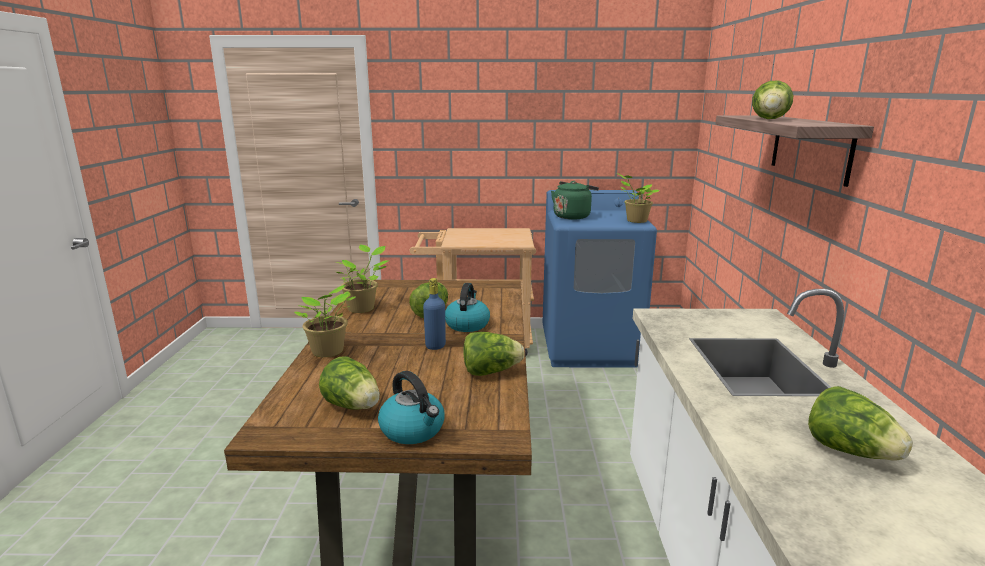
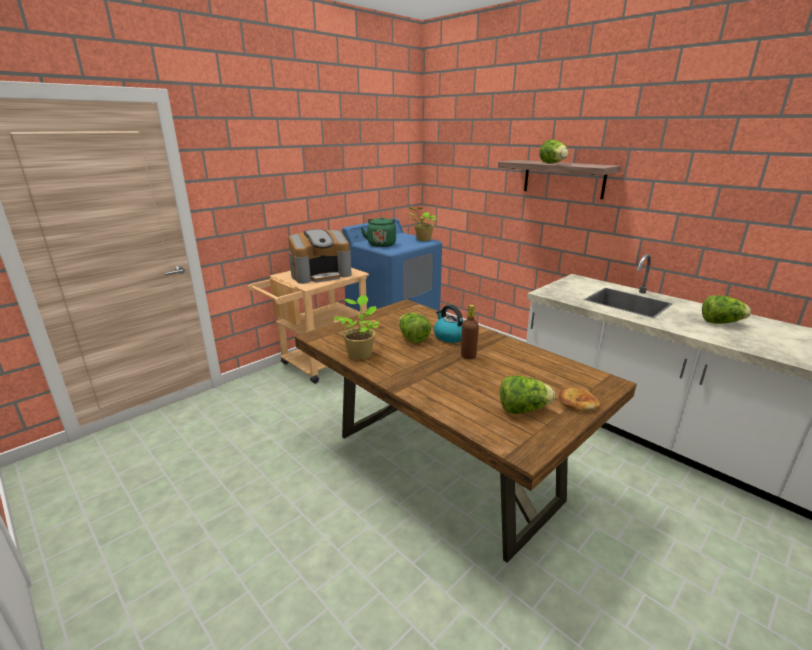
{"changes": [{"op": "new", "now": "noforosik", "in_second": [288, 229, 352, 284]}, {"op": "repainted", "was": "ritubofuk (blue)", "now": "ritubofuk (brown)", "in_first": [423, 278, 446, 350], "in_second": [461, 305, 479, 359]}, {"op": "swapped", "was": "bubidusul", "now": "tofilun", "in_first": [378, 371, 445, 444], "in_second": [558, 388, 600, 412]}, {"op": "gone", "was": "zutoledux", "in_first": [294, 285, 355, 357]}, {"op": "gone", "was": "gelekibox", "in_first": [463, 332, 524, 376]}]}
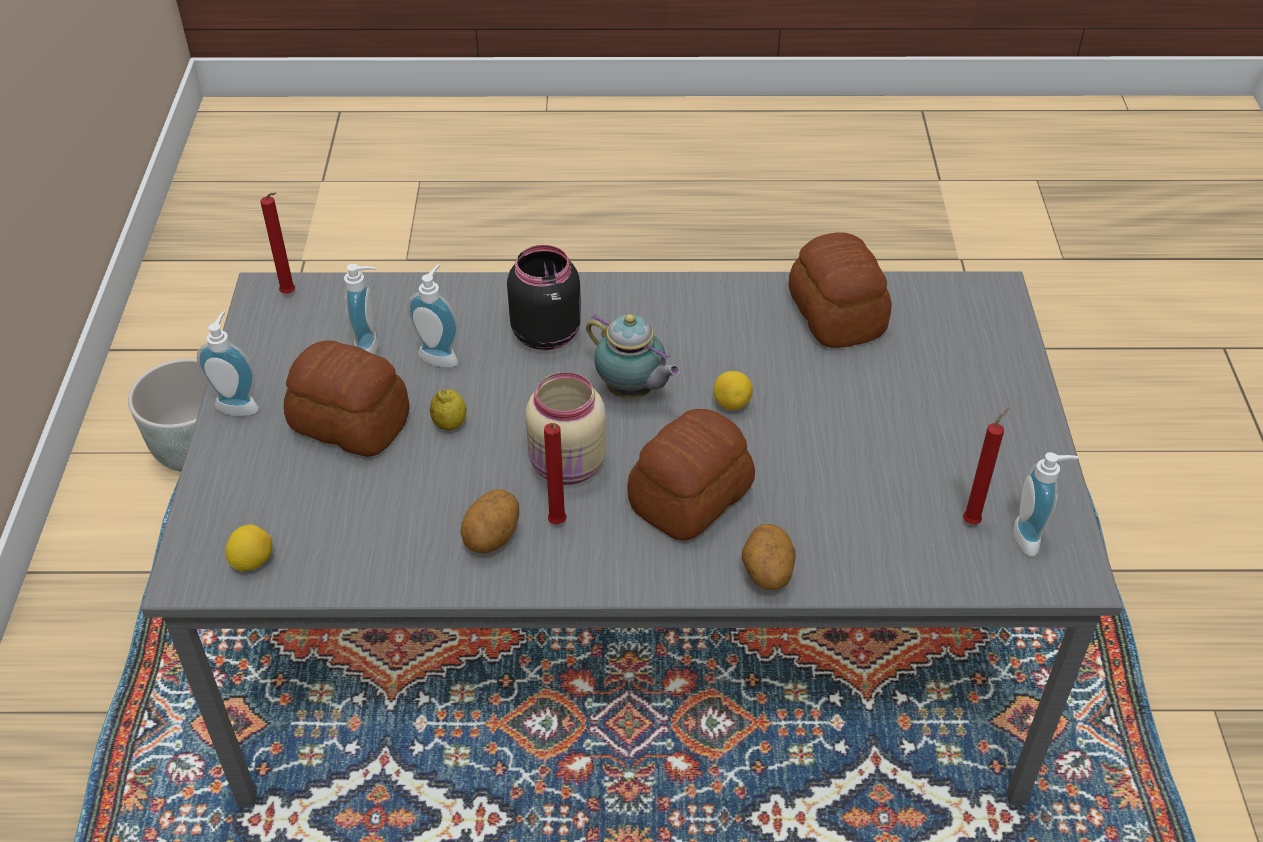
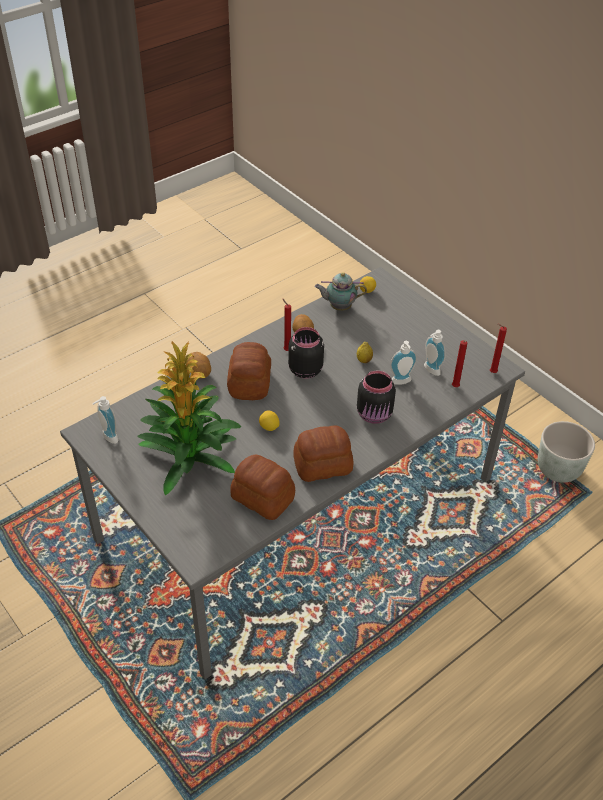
{"changes": [{"op": "new", "now": "zutoledux", "in_second": [137, 341, 241, 495]}, {"op": "repainted", "was": "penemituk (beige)", "now": "penemituk (black)", "in_first": [526, 372, 606, 485], "in_second": [288, 327, 324, 379]}, {"op": "shifted", "was": "tofilun", "in_first": [284, 340, 410, 457], "in_second": [293, 425, 354, 482]}, {"op": "shifted", "was": "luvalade", "in_first": [586, 314, 681, 399], "in_second": [315, 272, 367, 311]}, {"op": "shifted", "was": "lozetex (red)", "in_first": [963, 408, 1008, 524], "in_second": [452, 340, 467, 387]}, {"op": "gone", "was": "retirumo", "in_first": [197, 311, 259, 416]}]}
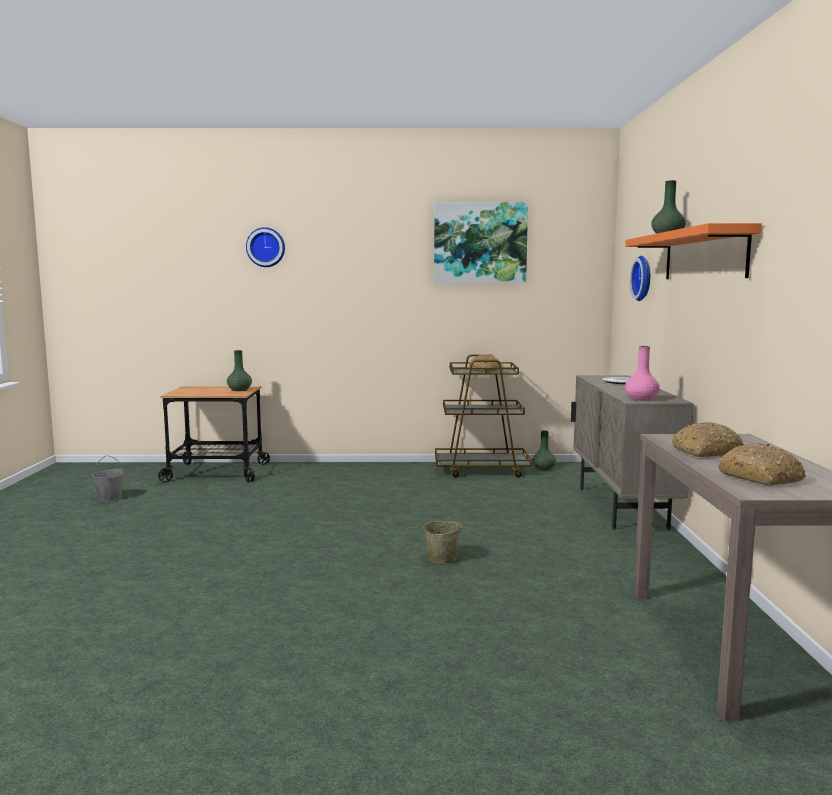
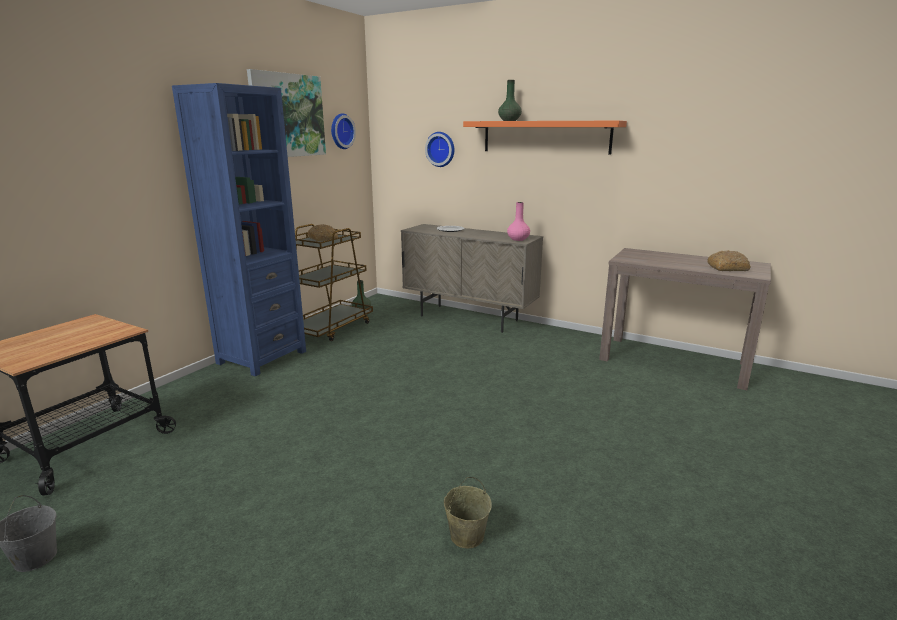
{"changes": [{"op": "new", "now": "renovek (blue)", "in_second": [172, 83, 306, 376]}, {"op": "shifted", "was": "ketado", "in_first": [246, 227, 285, 267], "in_second": [331, 113, 356, 149]}, {"op": "shifted", "was": "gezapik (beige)", "in_first": [423, 504, 462, 564], "in_second": [444, 477, 492, 548]}, {"op": "gone", "was": "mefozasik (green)", "in_first": [227, 350, 252, 391]}, {"op": "gone", "was": "tofilun", "in_first": [672, 422, 744, 457]}]}
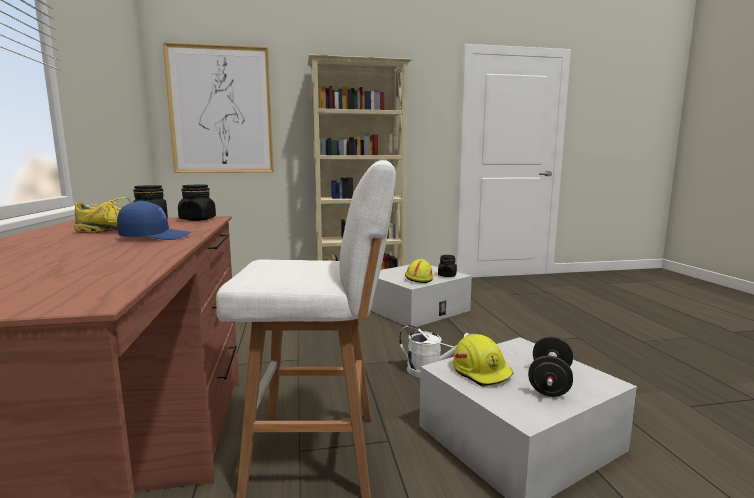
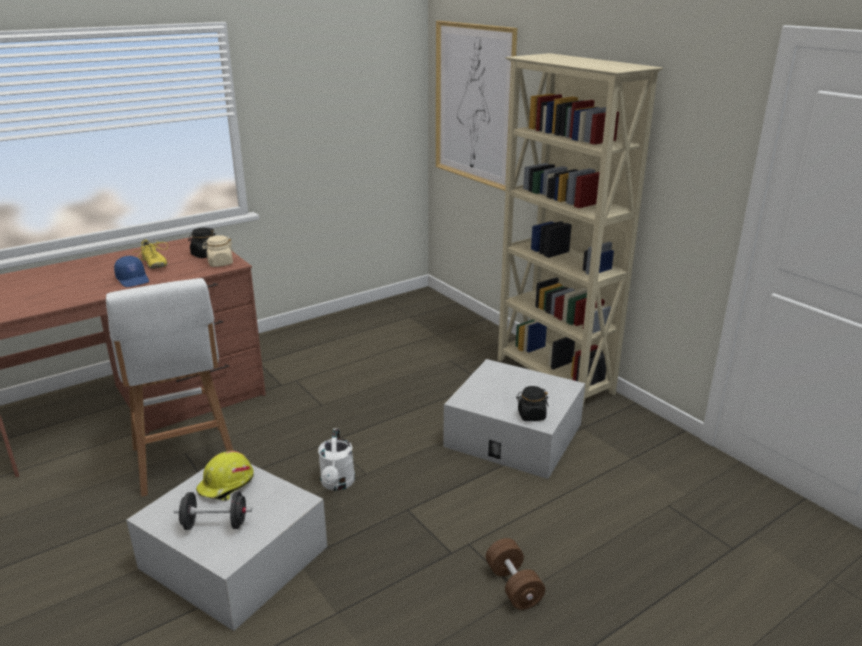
{"changes": [{"op": "repainted", "was": "penemituk (black)", "now": "penemituk (beige)", "in_first": [178, 185, 216, 221], "in_second": [202, 235, 234, 267]}, {"op": "new", "now": "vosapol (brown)", "in_second": [486, 538, 545, 610]}, {"op": "gone", "was": "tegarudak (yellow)", "in_first": [405, 259, 433, 283]}]}
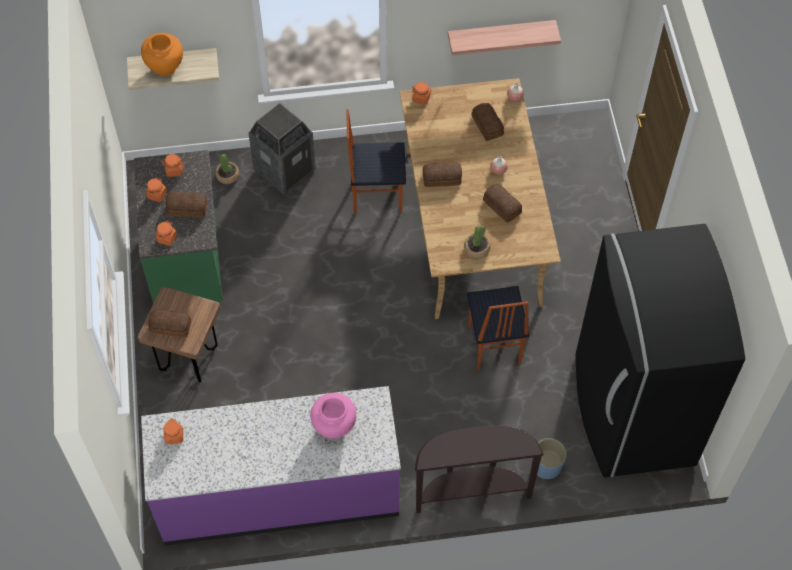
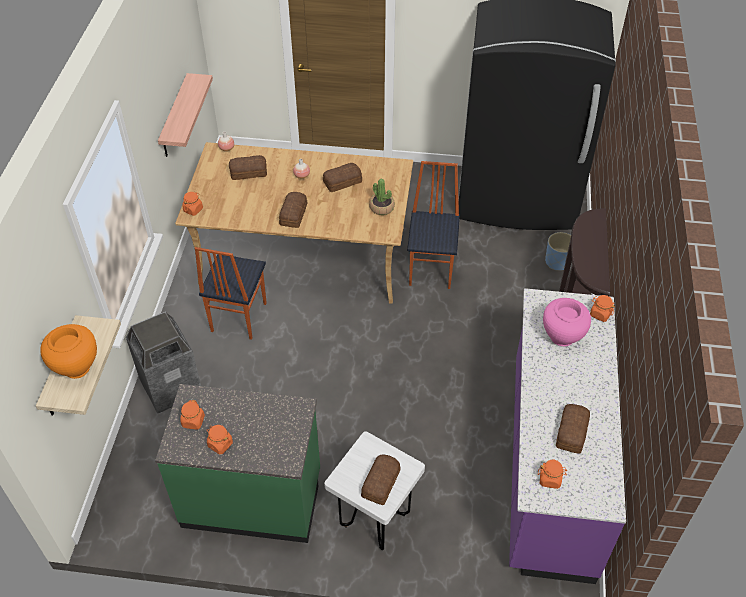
{"changes": [{"op": "repainted", "was": "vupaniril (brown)", "now": "vupaniril (white)", "in_first": [138, 286, 220, 383], "in_second": [324, 431, 425, 550]}, {"op": "rotated", "was": "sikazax", "in_first": [467, 286, 529, 370], "in_second": [407, 161, 460, 289], "clockwise": -90}, {"op": "shifted", "was": "tofilun", "in_first": [166, 192, 207, 217], "in_second": [556, 404, 590, 454]}, {"op": "shifted", "was": "penemituk (orange)", "in_first": [156, 222, 177, 246], "in_second": [590, 295, 615, 322]}, {"op": "gone", "was": "zutoledux", "in_first": [215, 154, 239, 184]}]}
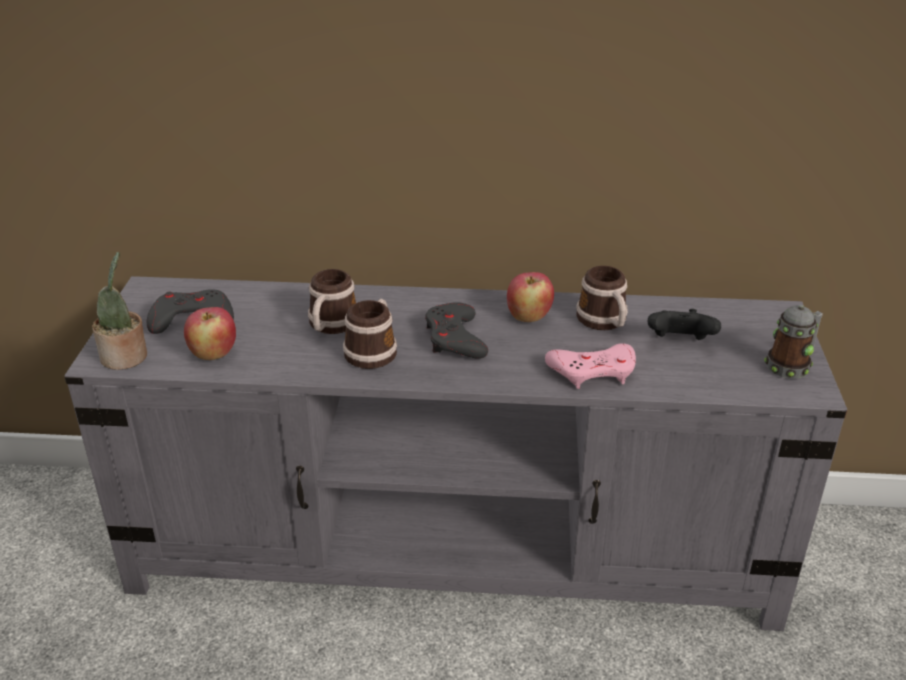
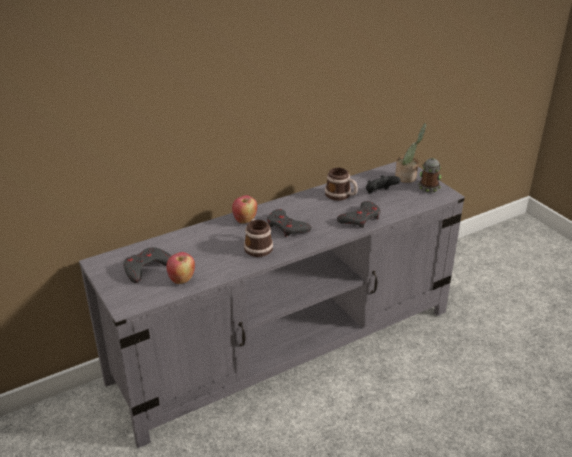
{"changes": [{"op": "shifted", "was": "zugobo", "in_first": [507, 272, 554, 322], "in_second": [232, 195, 257, 224]}, {"op": "repainted", "was": "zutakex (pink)", "now": "zutakex (grey)", "in_first": [545, 343, 636, 389], "in_second": [337, 201, 381, 228]}, {"op": "shifted", "was": "zutoledux", "in_first": [92, 252, 147, 370], "in_second": [395, 123, 426, 183]}, {"op": "gone", "was": "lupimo", "in_first": [308, 269, 356, 334]}]}
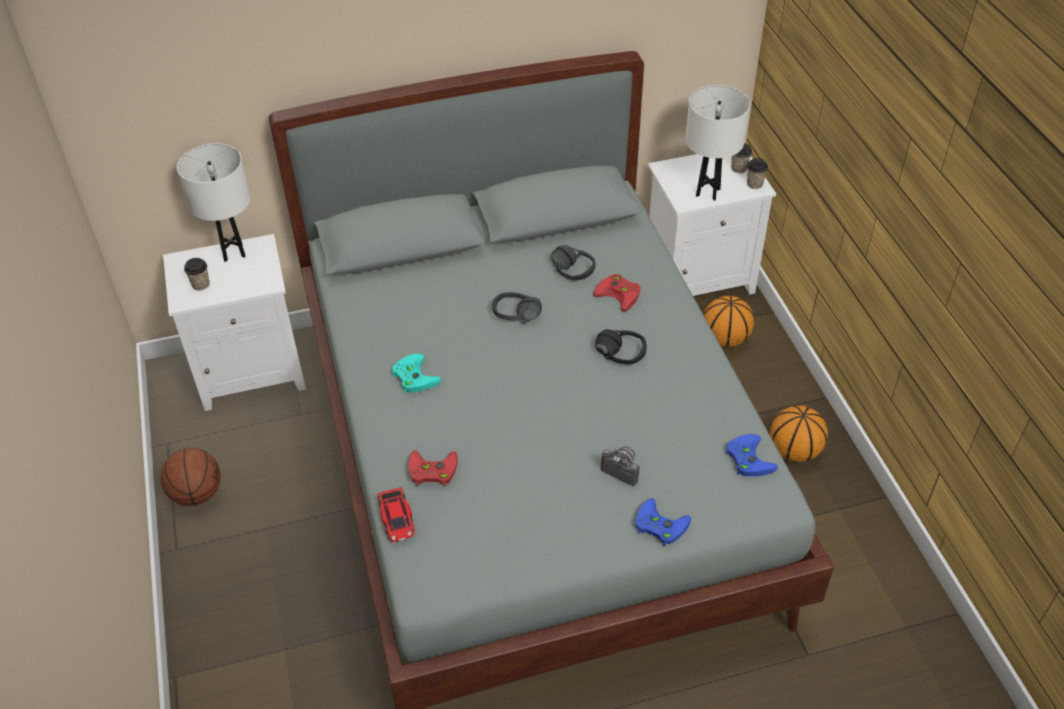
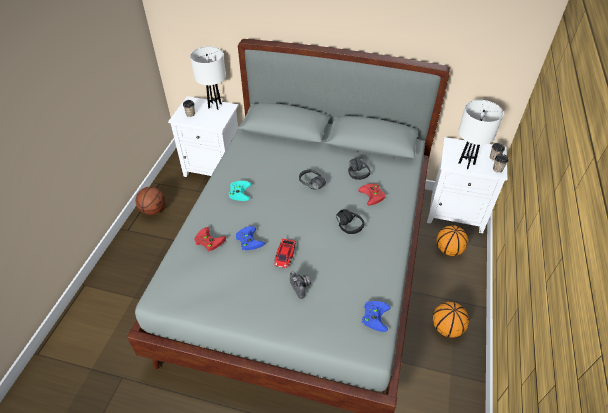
{"changes": [{"op": "shifted", "was": "zutakex (blue)", "in_first": [636, 498, 691, 546], "in_second": [236, 226, 265, 250]}, {"op": "shifted", "was": "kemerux", "in_first": [377, 487, 415, 542], "in_second": [274, 239, 296, 268]}]}
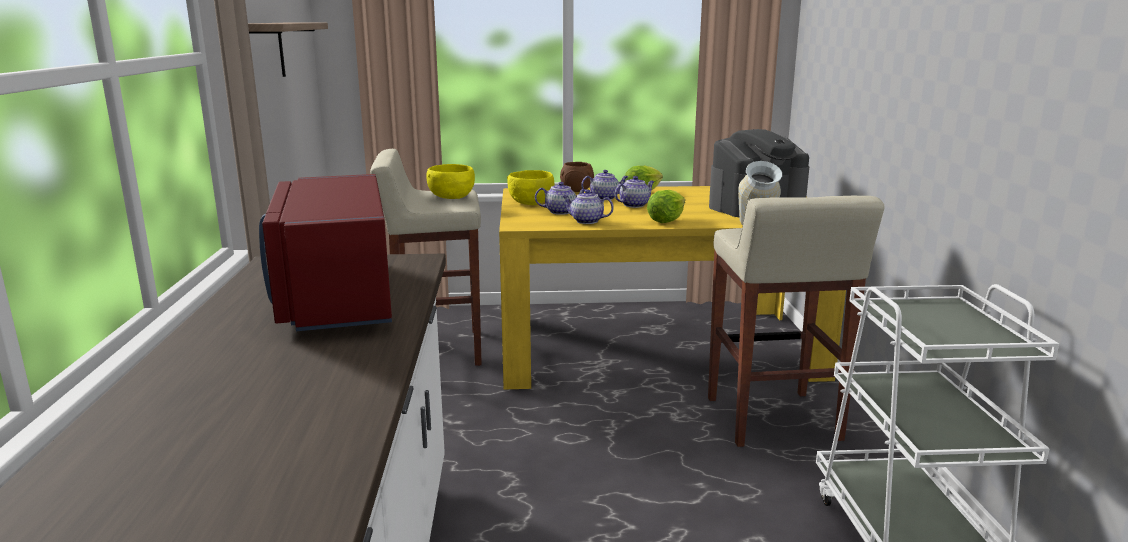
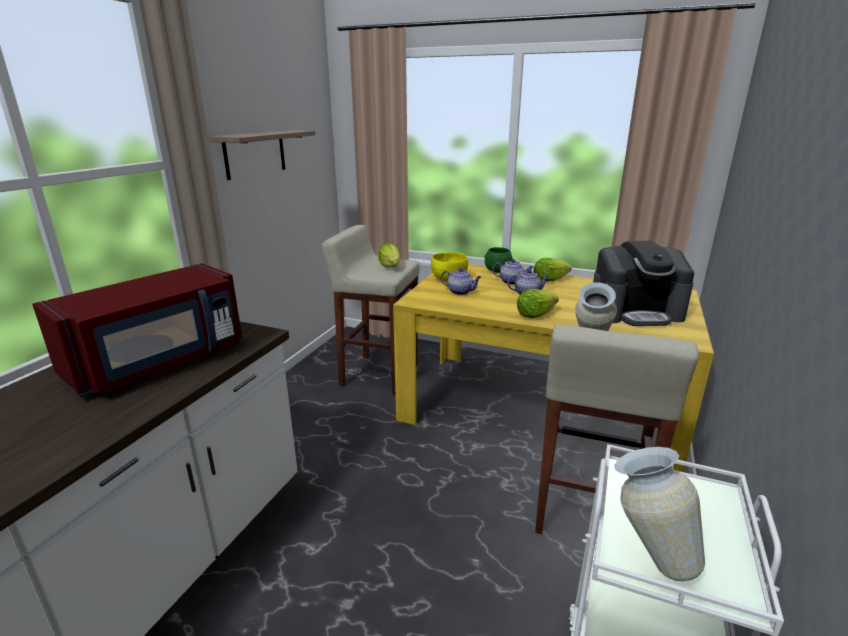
{"changes": [{"op": "rotated", "was": "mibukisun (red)", "in_first": [259, 174, 392, 331], "in_second": [32, 263, 242, 397], "clockwise": -150}, {"op": "swapped", "was": "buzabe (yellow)", "now": "gelekibox", "in_first": [426, 164, 475, 199], "in_second": [378, 243, 400, 268]}, {"op": "repainted", "was": "buzabe (brown)", "now": "buzabe (green)", "in_first": [560, 162, 594, 192], "in_second": [484, 247, 513, 273]}, {"op": "new", "now": "mefozasik", "in_second": [614, 447, 705, 581]}, {"op": "gone", "was": "luvalade", "in_first": [562, 189, 614, 224]}]}
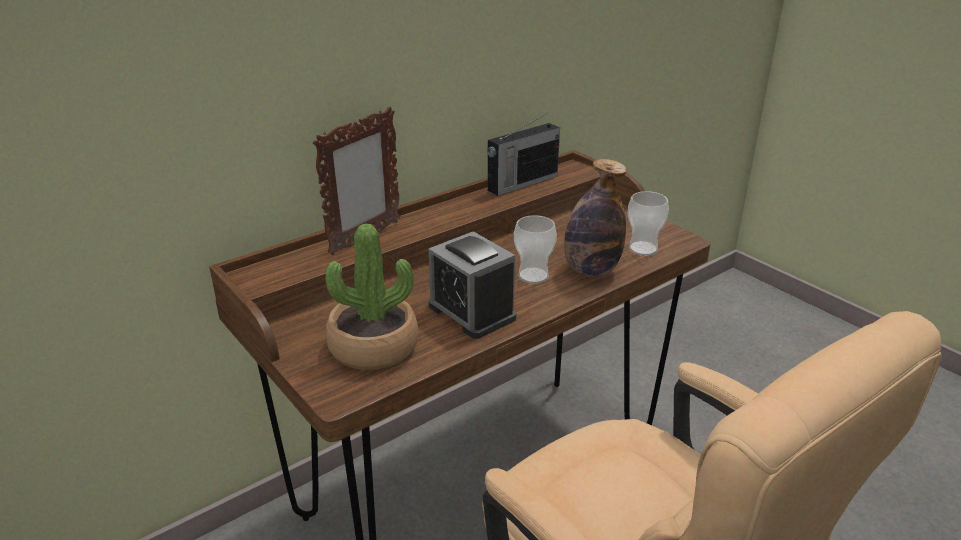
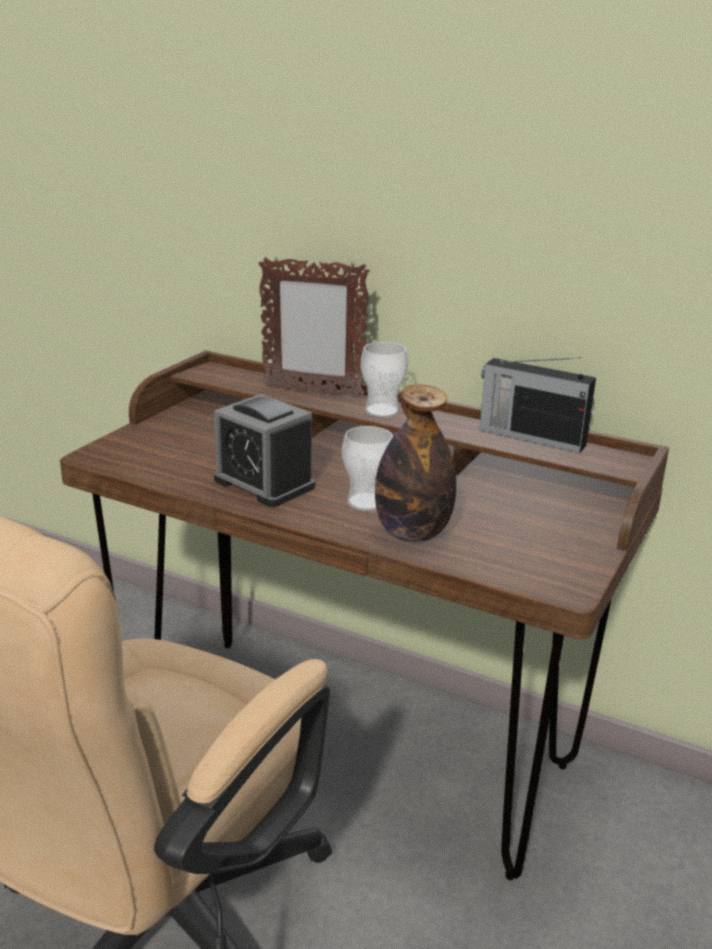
{"changes": [{"op": "rotated", "was": "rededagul", "in_first": [429, 231, 516, 339], "in_second": [214, 394, 315, 507], "clockwise": -75}, {"op": "shifted", "was": "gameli", "in_first": [627, 191, 669, 256], "in_second": [361, 342, 408, 417]}, {"op": "gone", "was": "zutoledux", "in_first": [326, 223, 418, 370]}]}
